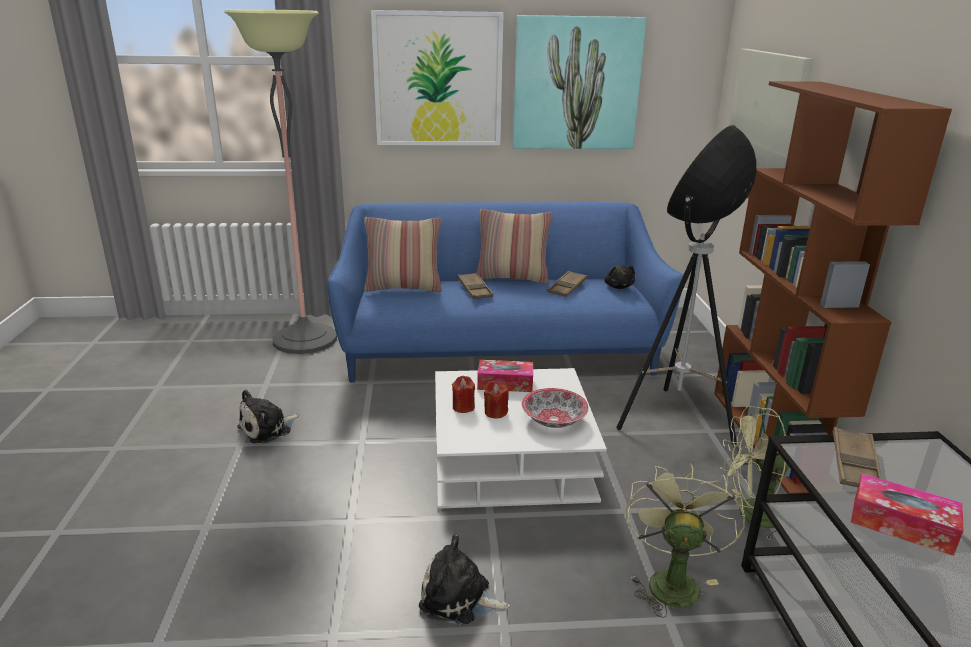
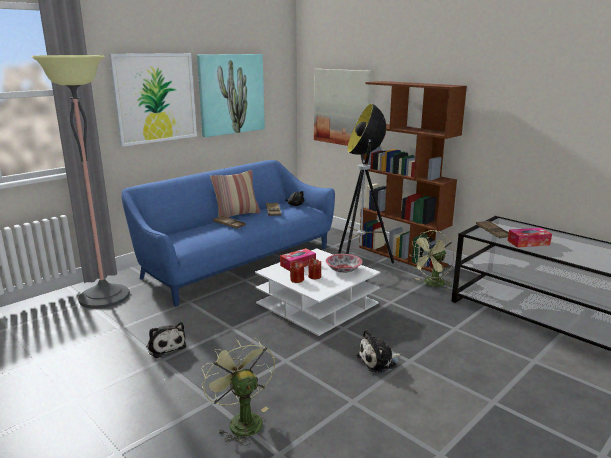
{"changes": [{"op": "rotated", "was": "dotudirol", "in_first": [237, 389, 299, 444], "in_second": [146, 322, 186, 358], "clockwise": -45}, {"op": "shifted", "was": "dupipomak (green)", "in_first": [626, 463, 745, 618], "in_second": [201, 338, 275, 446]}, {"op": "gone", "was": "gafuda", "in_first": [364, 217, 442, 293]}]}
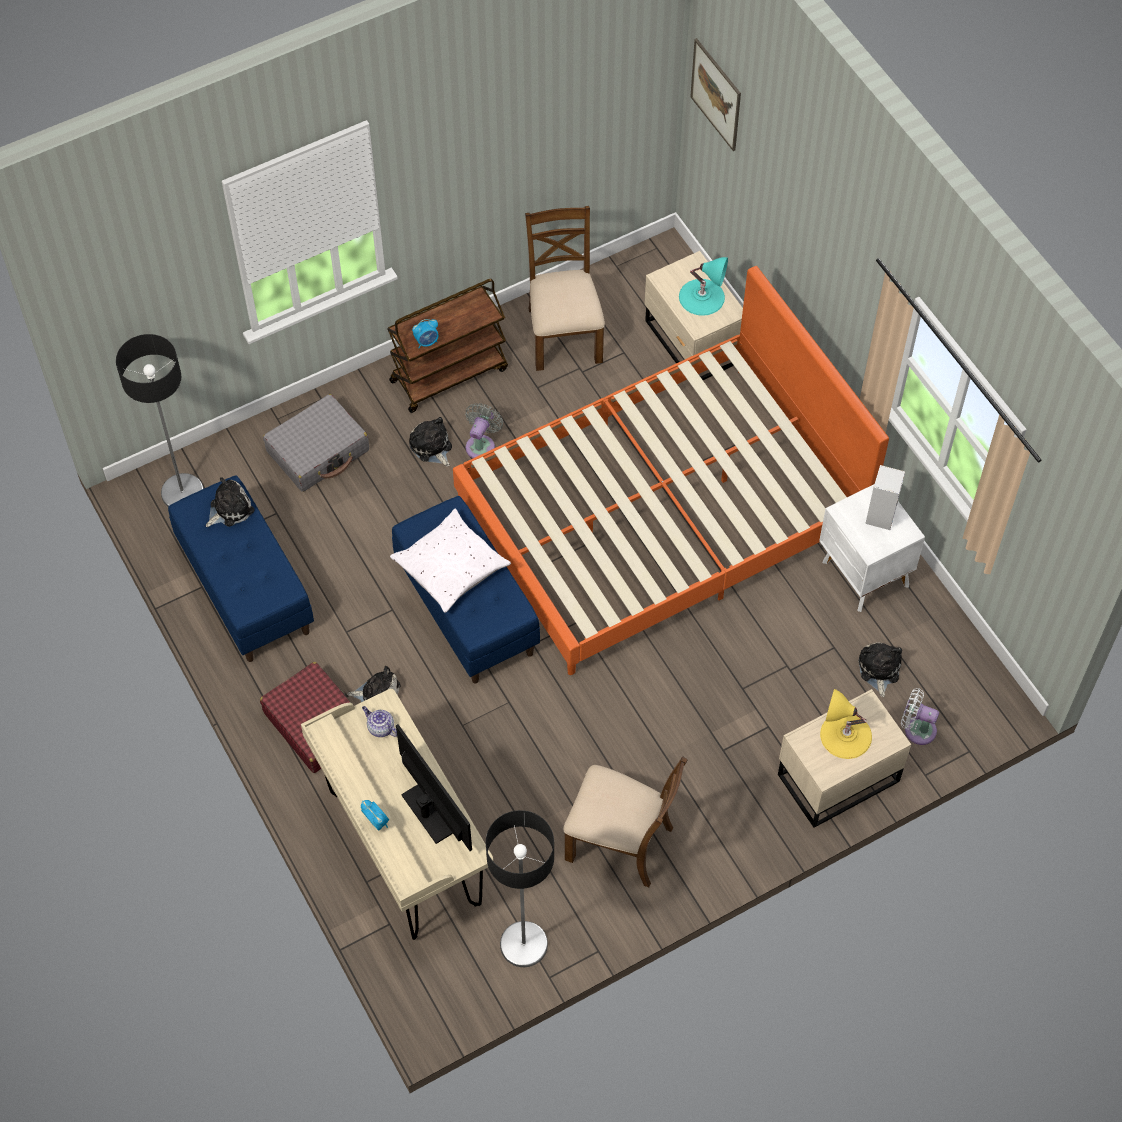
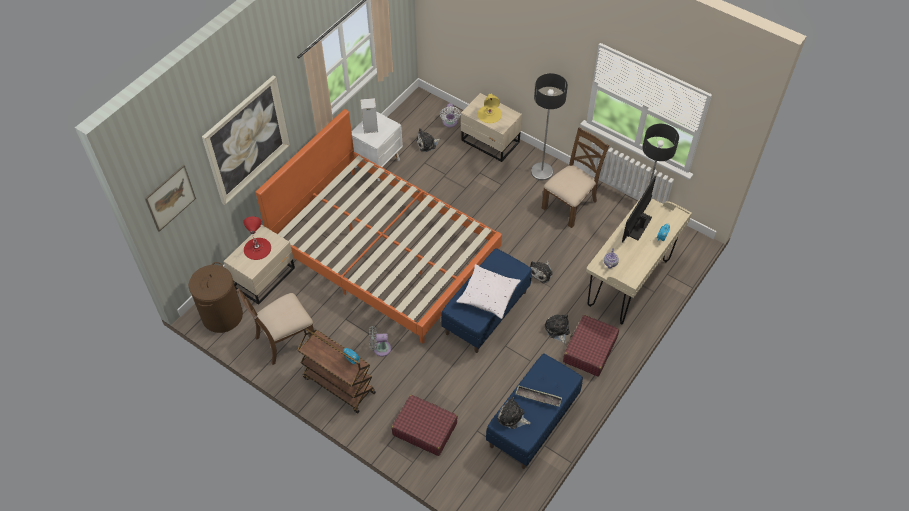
{"changes": [{"op": "new", "now": "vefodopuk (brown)", "in_second": [189, 262, 243, 333]}, {"op": "new", "now": "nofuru", "in_second": [202, 76, 290, 205]}, {"op": "repainted", "was": "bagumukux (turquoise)", "now": "bagumukux (red)", "in_first": [679, 257, 728, 316], "in_second": [244, 216, 271, 260]}, {"op": "repainted", "was": "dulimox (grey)", "now": "dulimox (red)", "in_first": [263, 394, 369, 492], "in_second": [391, 395, 458, 456]}, {"op": "new", "now": "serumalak", "in_second": [515, 385, 562, 407]}, {"op": "shifted", "was": "dotudirol", "in_first": [409, 417, 452, 466], "in_second": [530, 261, 553, 283]}, {"op": "shifted", "was": "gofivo", "in_first": [116, 334, 204, 507], "in_second": [531, 73, 568, 181]}, {"op": "rotated", "was": "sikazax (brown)", "in_first": [563, 757, 688, 887], "in_second": [542, 127, 609, 228], "clockwise": 45}]}
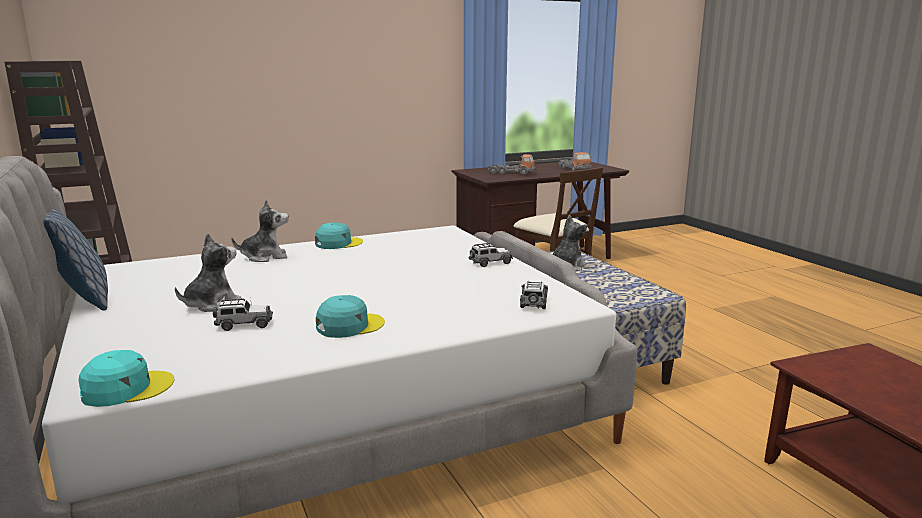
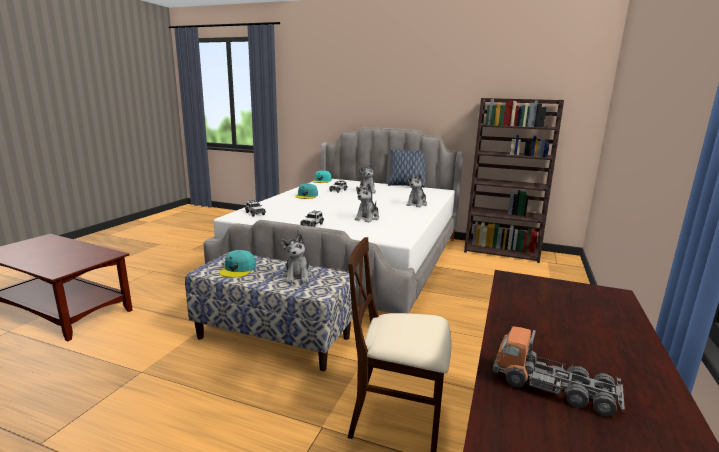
{"changes": [{"op": "shifted", "was": "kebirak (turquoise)", "in_first": [315, 223, 363, 249], "in_second": [219, 250, 256, 277]}, {"op": "new", "now": "dotudirol", "in_second": [355, 183, 379, 222]}, {"op": "gone", "was": "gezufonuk", "in_first": [488, 154, 535, 175]}]}
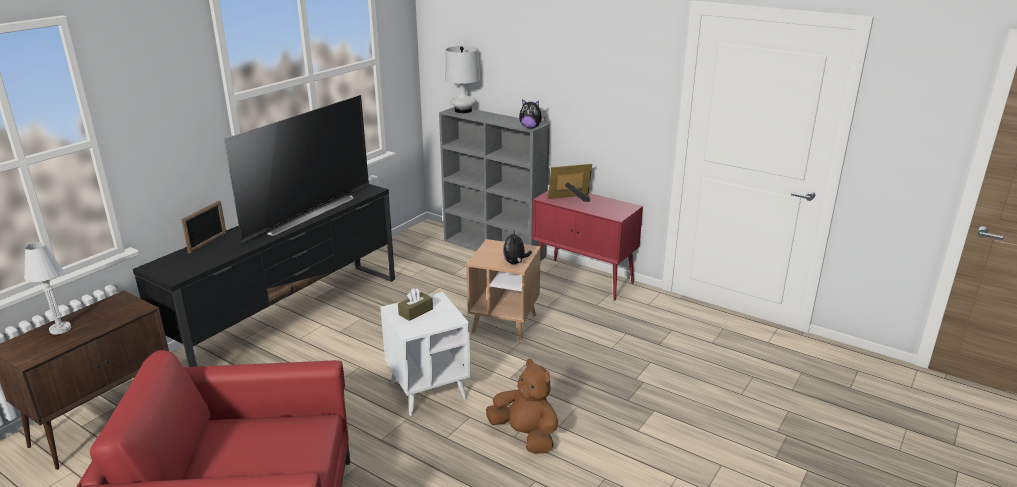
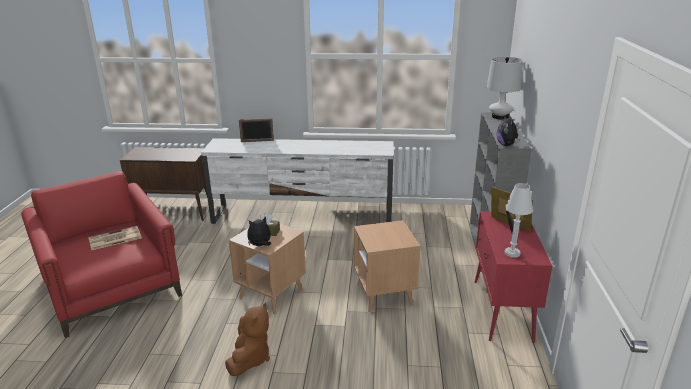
{"changes": [{"op": "new", "now": "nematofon", "in_second": [88, 226, 142, 250]}, {"op": "repainted", "was": "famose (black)", "now": "famose (white)", "in_first": [133, 184, 395, 367], "in_second": [201, 138, 394, 224]}, {"op": "repainted", "was": "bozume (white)", "now": "bozume (brown)", "in_first": [380, 292, 471, 416], "in_second": [229, 224, 306, 315]}, {"op": "shifted", "was": "dotudirol", "in_first": [503, 231, 532, 264], "in_second": [247, 217, 271, 246]}, {"op": "shifted", "was": "bagumukux (white)", "in_first": [24, 242, 71, 335], "in_second": [505, 183, 533, 258]}, {"op": "gone", "was": "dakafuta", "in_first": [224, 95, 369, 242]}]}
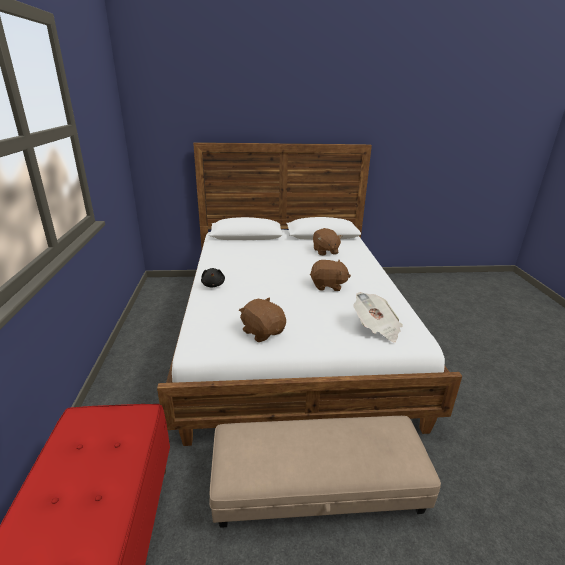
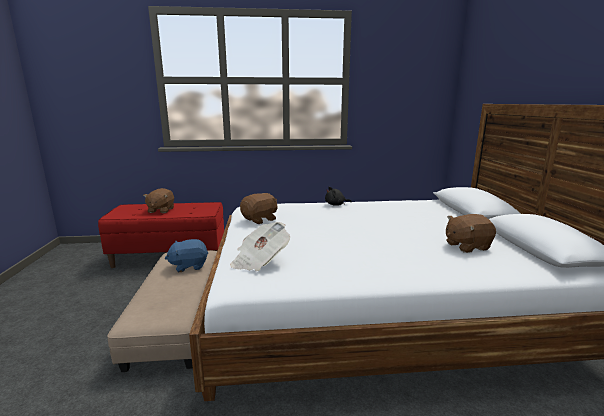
{"changes": [{"op": "shifted", "was": "dotudirol (brown)", "in_first": [310, 260, 351, 291], "in_second": [143, 188, 174, 213]}, {"op": "new", "now": "dotudirol (blue)", "in_second": [165, 239, 208, 272]}]}
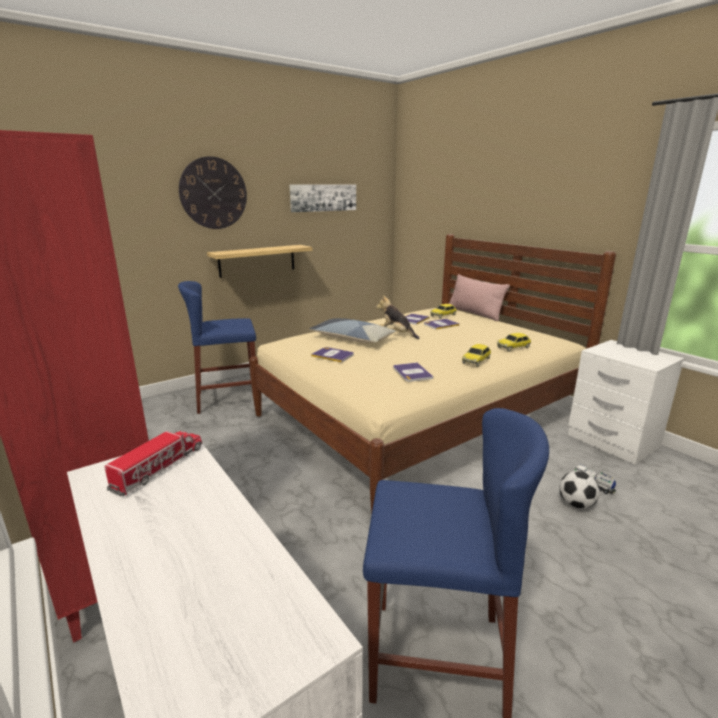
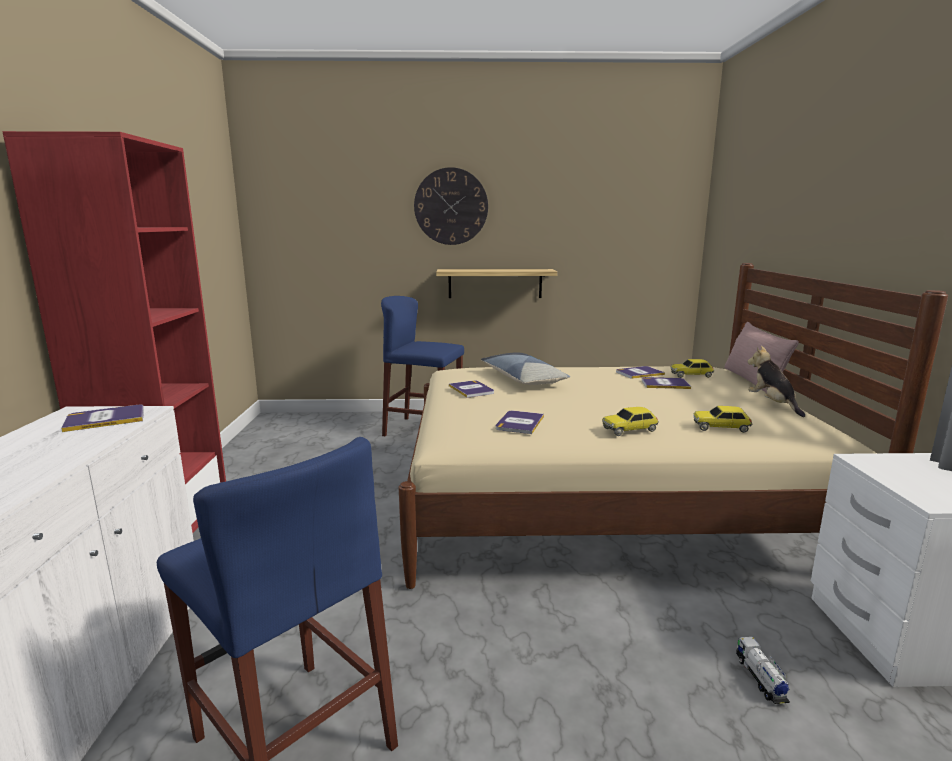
{"changes": [{"op": "swapped", "was": "gezufonuk", "now": "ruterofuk", "in_first": [105, 431, 202, 496], "in_second": [61, 405, 144, 432]}, {"op": "shifted", "was": "dotudirol", "in_first": [376, 295, 420, 339], "in_second": [748, 346, 805, 417]}, {"op": "gone", "was": "nofuru", "in_first": [289, 184, 356, 212]}, {"op": "gone", "was": "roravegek", "in_first": [559, 471, 600, 509]}]}
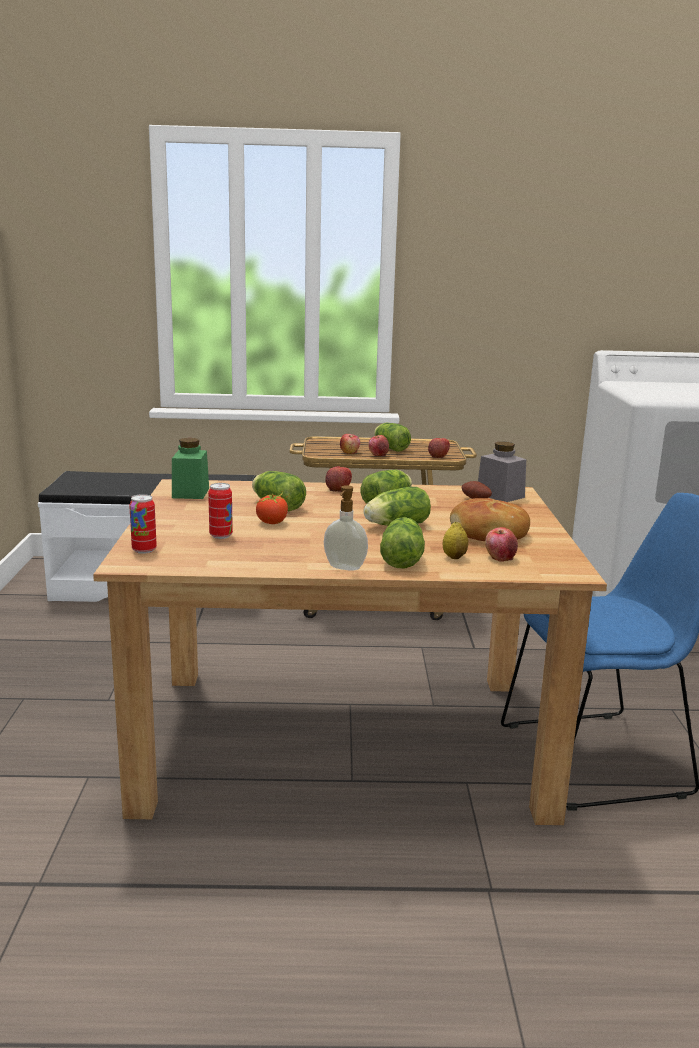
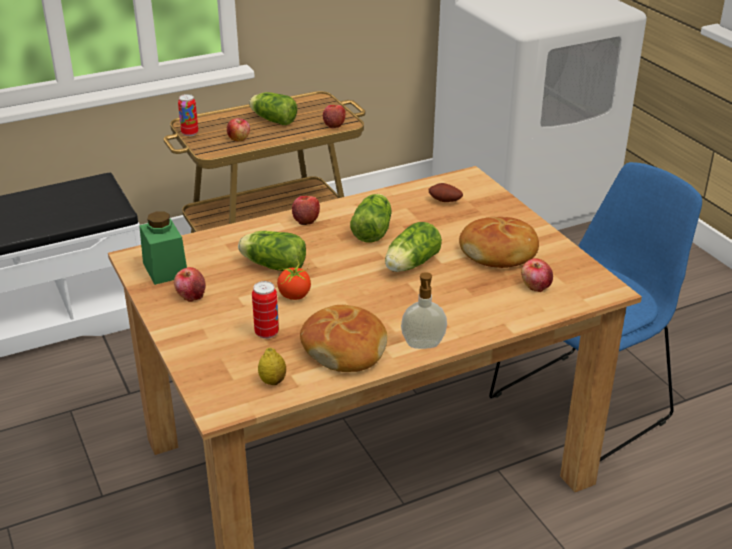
{"changes": [{"op": "shifted", "was": "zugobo", "in_first": [368, 435, 389, 456], "in_second": [174, 267, 206, 302]}, {"op": "shifted", "was": "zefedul", "in_first": [129, 494, 157, 554], "in_second": [178, 94, 198, 136]}, {"op": "shifted", "was": "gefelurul", "in_first": [443, 522, 468, 559], "in_second": [258, 348, 286, 385]}, {"op": "new", "now": "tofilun", "in_second": [300, 305, 388, 372]}, {"op": "gone", "was": "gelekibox", "in_first": [380, 517, 425, 568]}, {"op": "gone", "was": "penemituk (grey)", "in_first": [478, 442, 526, 502]}]}
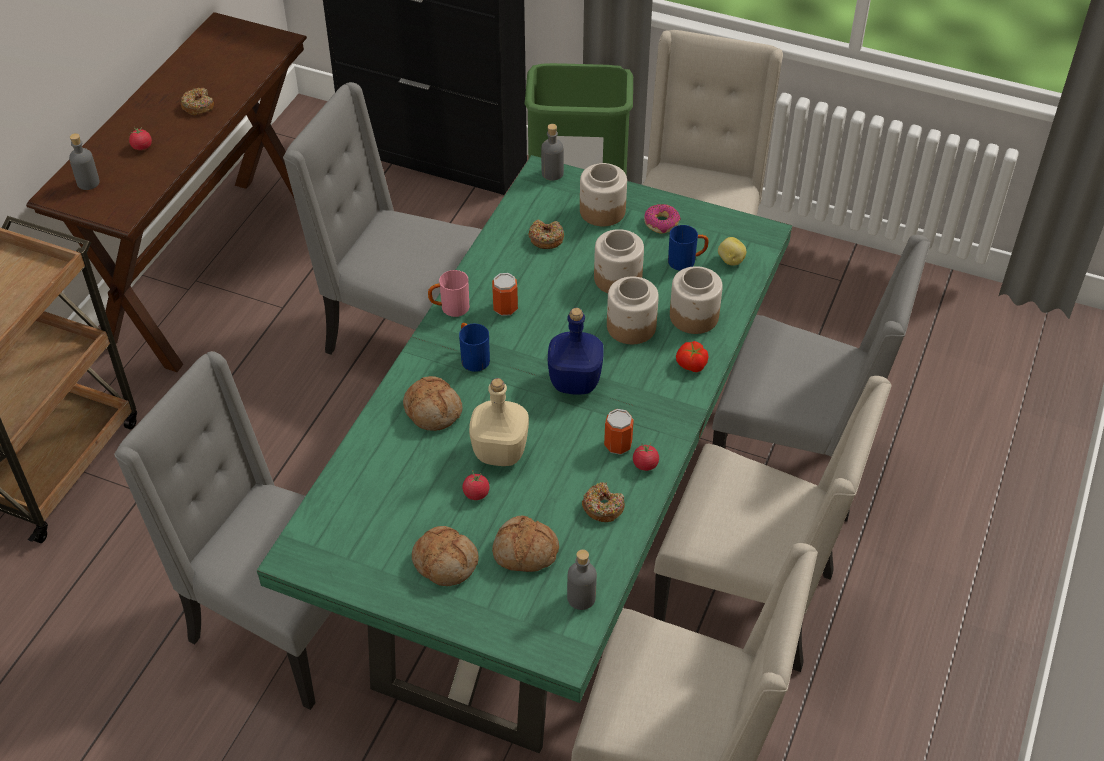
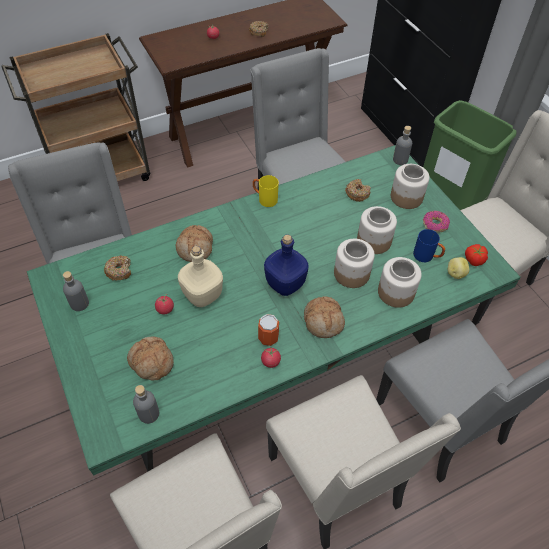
{"changes": [{"op": "shifted", "was": "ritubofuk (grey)", "in_first": [69, 133, 100, 190], "in_second": [63, 271, 89, 311]}, {"op": "shifted", "was": "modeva", "in_first": [582, 482, 624, 522], "in_second": [104, 256, 131, 281]}, {"op": "repainted", "was": "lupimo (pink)", "now": "lupimo (yellow)", "in_first": [428, 270, 469, 317], "in_second": [253, 175, 279, 207]}, {"op": "shifted", "was": "tofilun", "in_first": [412, 526, 479, 586], "in_second": [304, 296, 345, 338]}, {"op": "shifted", "was": "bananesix", "in_first": [676, 341, 708, 372], "in_second": [465, 244, 488, 266]}, {"op": "gone", "was": "lupimo (blue)", "in_first": [459, 323, 490, 372]}, {"op": "gone", "was": "zefedul", "in_first": [492, 273, 518, 316]}]}
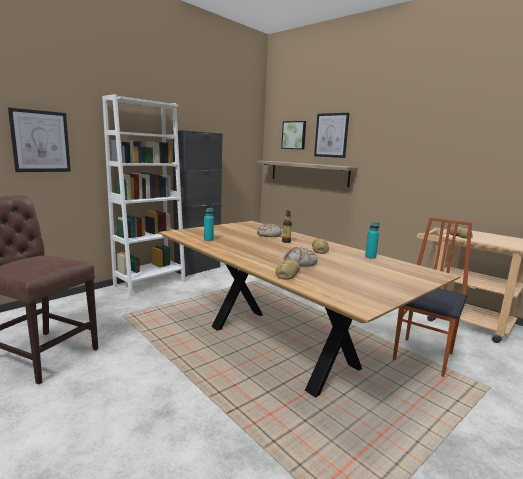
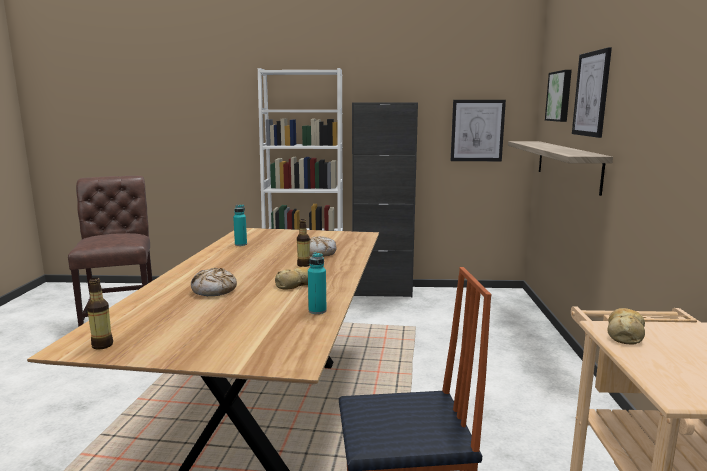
{"changes": [{"op": "new", "now": "ritubofuk", "in_second": [87, 278, 113, 350]}, {"op": "shifted", "was": "nofuru", "in_first": [8, 107, 71, 172], "in_second": [451, 100, 506, 161]}, {"op": "gone", "was": "tofilun", "in_first": [275, 259, 300, 280]}]}
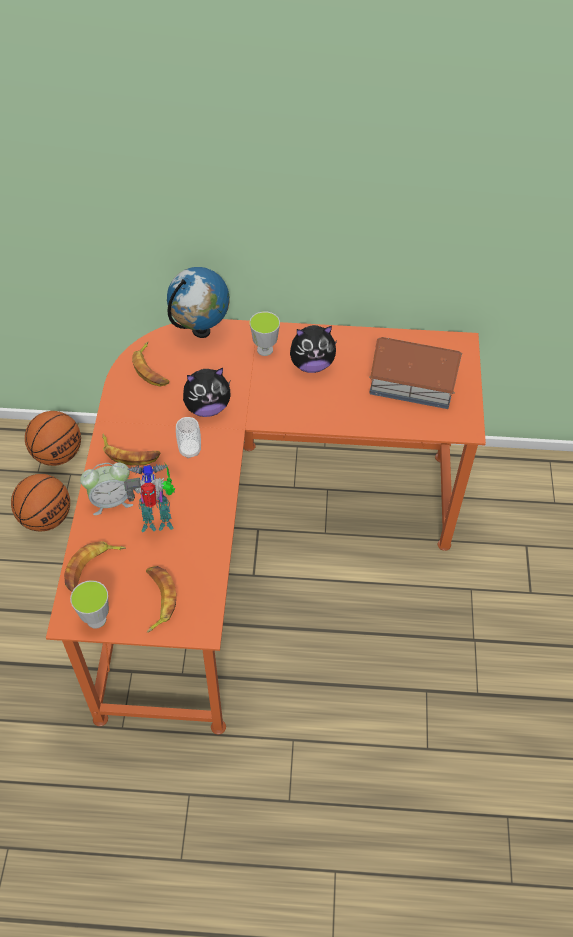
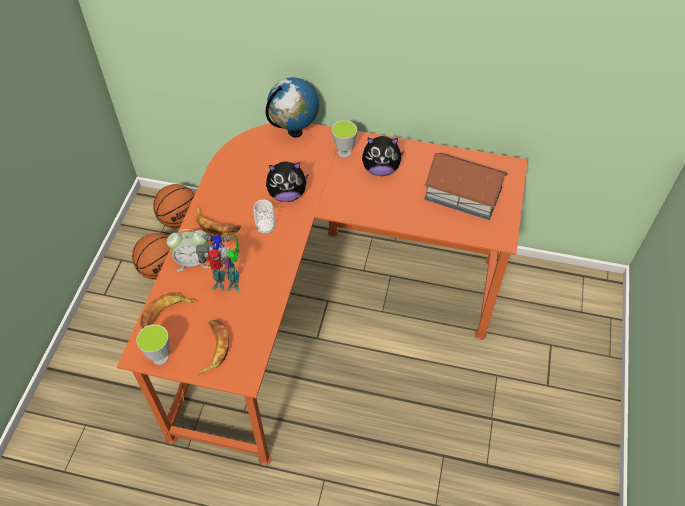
{"changes": [{"op": "gone", "was": "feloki", "in_first": [132, 342, 169, 386]}]}
